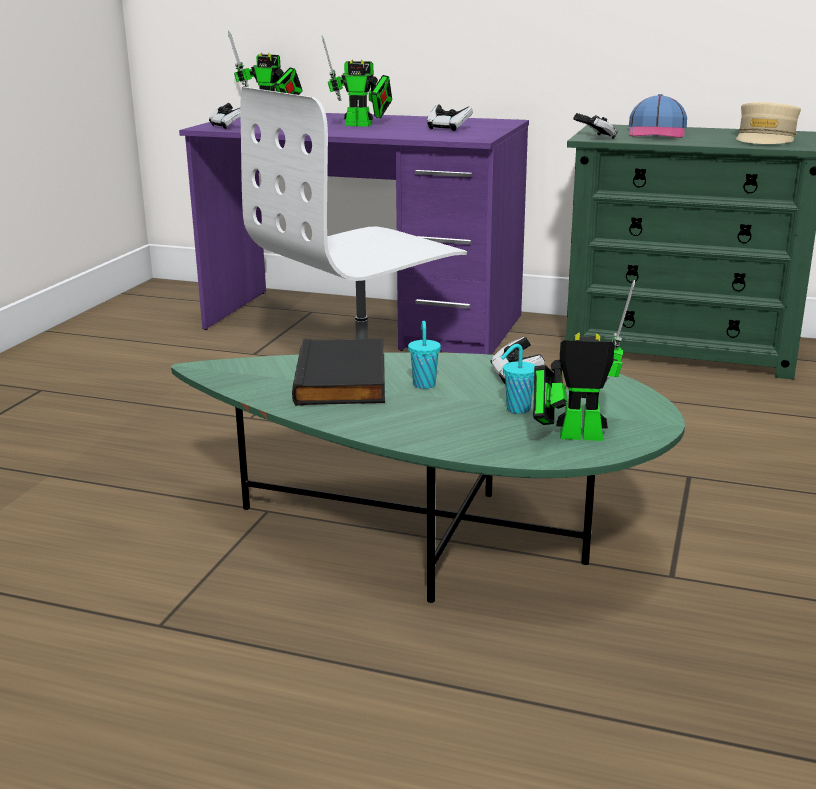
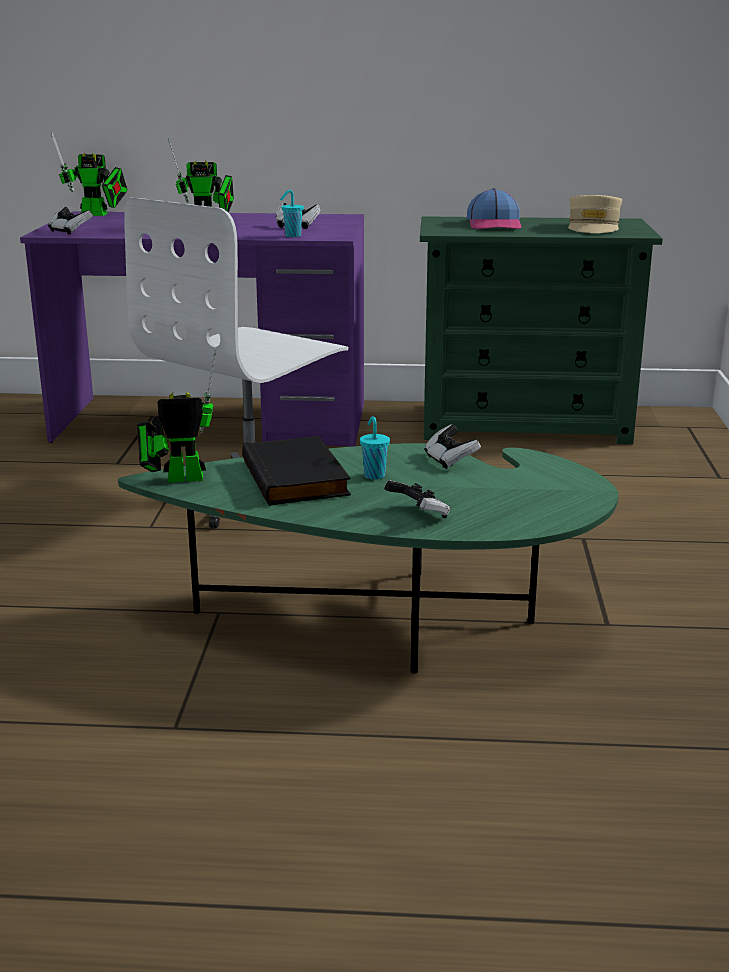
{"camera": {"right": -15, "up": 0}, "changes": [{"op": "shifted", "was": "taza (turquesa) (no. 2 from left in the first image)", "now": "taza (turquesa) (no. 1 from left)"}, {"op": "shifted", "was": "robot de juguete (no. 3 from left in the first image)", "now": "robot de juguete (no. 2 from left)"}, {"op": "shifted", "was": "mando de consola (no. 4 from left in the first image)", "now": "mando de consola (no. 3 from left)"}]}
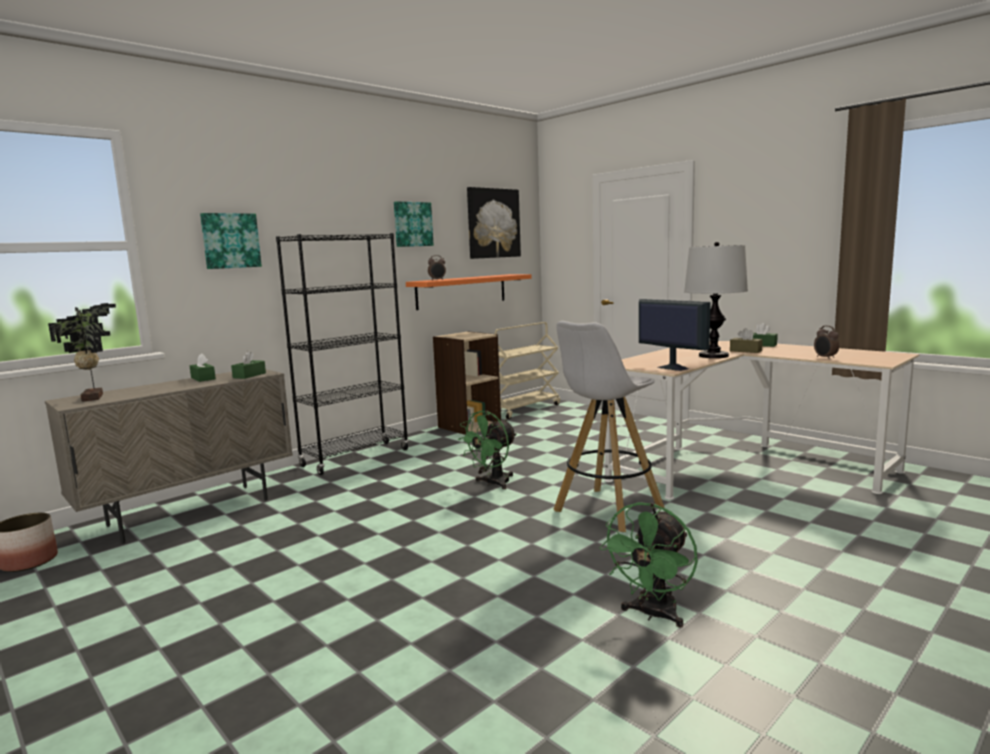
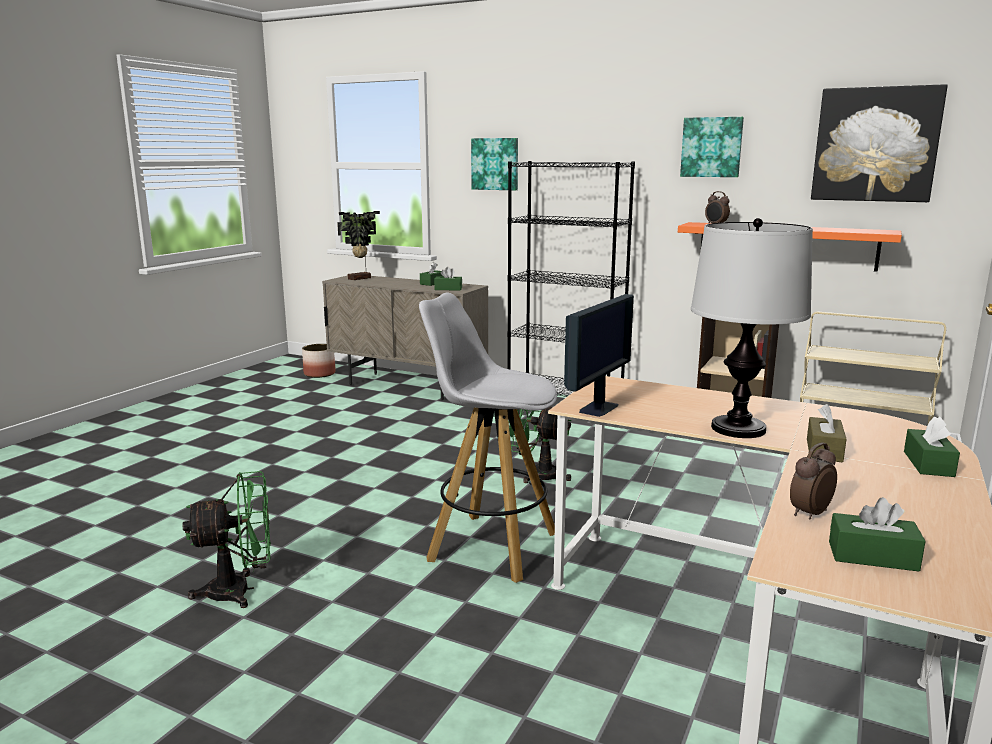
{"camera": {"right": 70, "up": 5}, "changes": [{"op": "new", "now": "caja de pañuelos (verde) (no. 3 from left)"}, {"op": "rotated", "was": "ventilador (verde) (no. 2 from left in the first image)", "clockwise": 150}]}
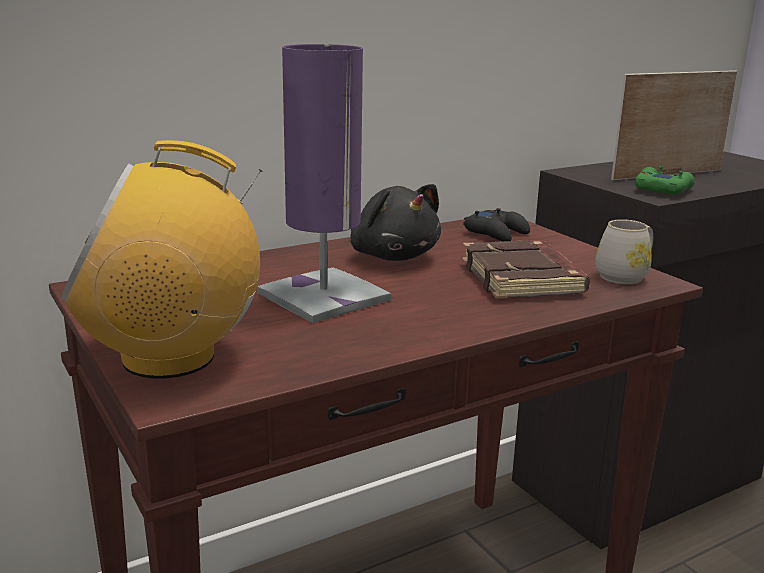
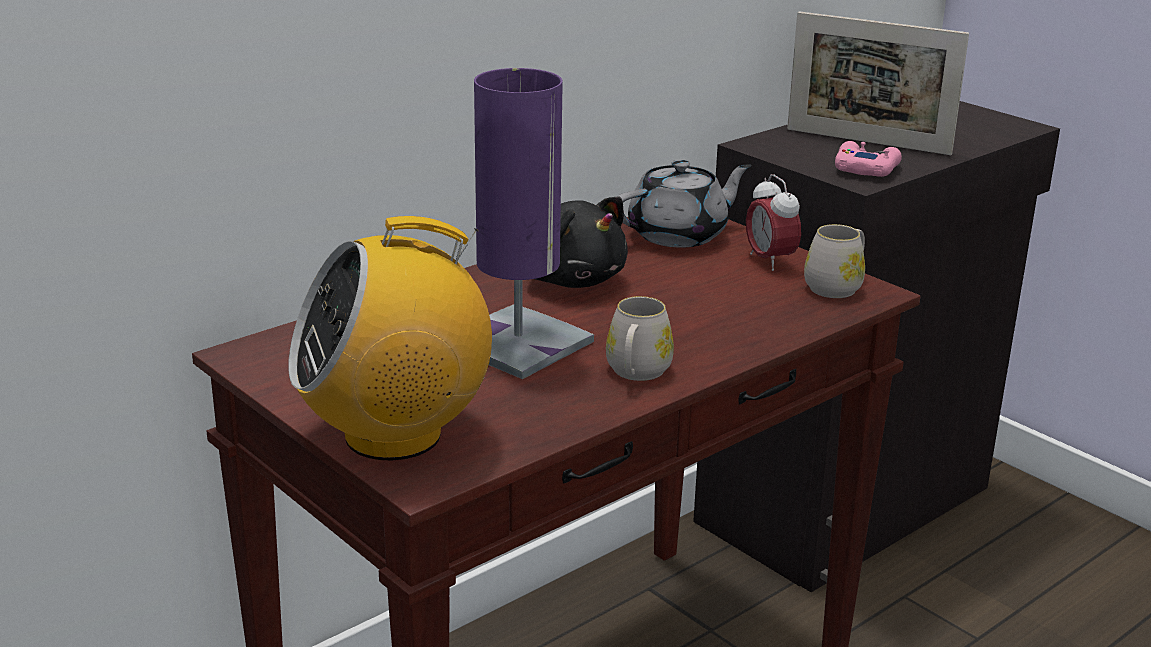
{"camera": {"right": -10, "up": 5}, "changes": [{"op": "gone", "was": "libro (marrón)"}, {"op": "new", "now": "taza grande (blanco) (no. 1 from left)"}, {"op": "new", "now": "despertador"}, {"op": "swapped", "was": "mando de consola (negro)", "now": "tetera (gris)"}, {"op": "repainted", "was": "mando de consola (verde)", "now": "mando de consola (rosa)"}, {"op": "rotated", "was": "portarretratos", "clockwise": -120}]}
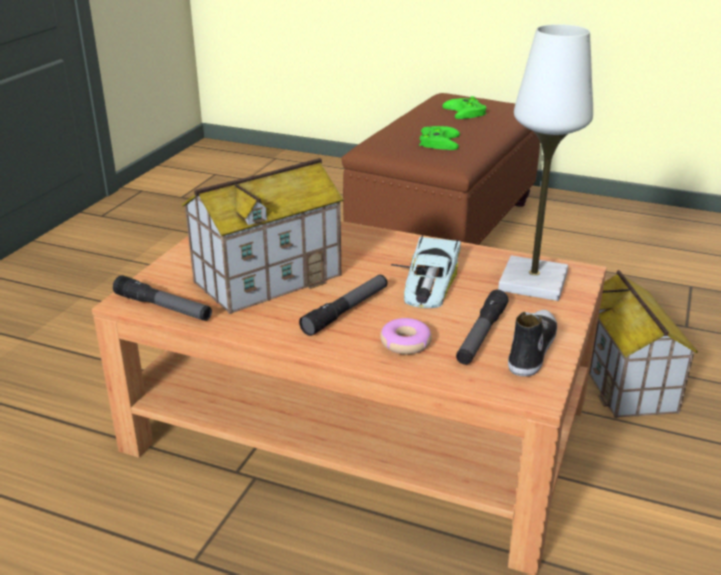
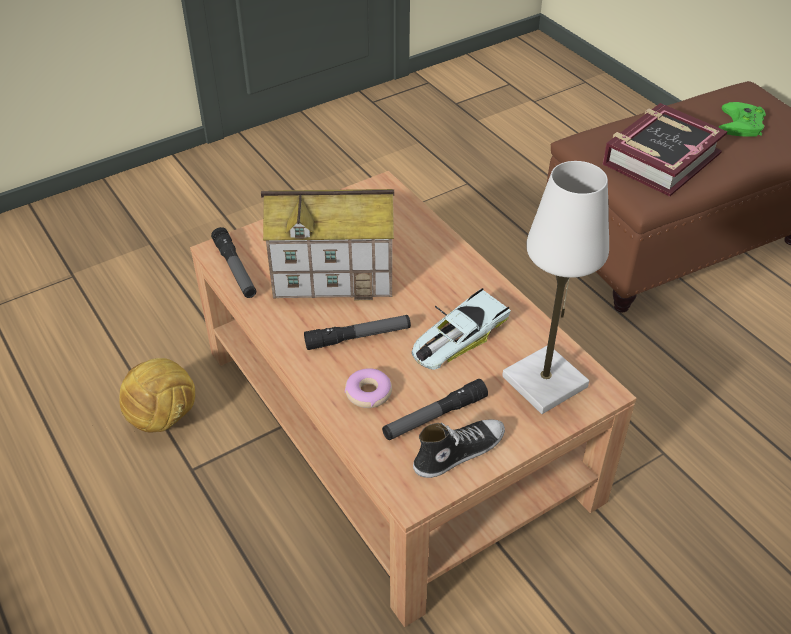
{"camera": {"right": 35, "up": 15}, "changes": [{"op": "gone", "was": "casita (no. 2 from left)"}, {"op": "new", "now": "balón de fútbol"}, {"op": "swapped", "was": "mando de consola (verde) (no. 1 from left)", "now": "libro"}]}
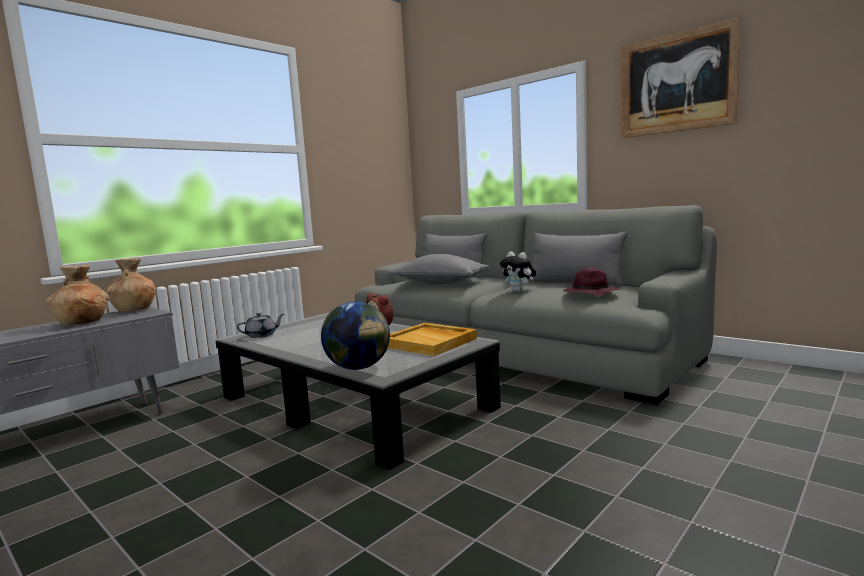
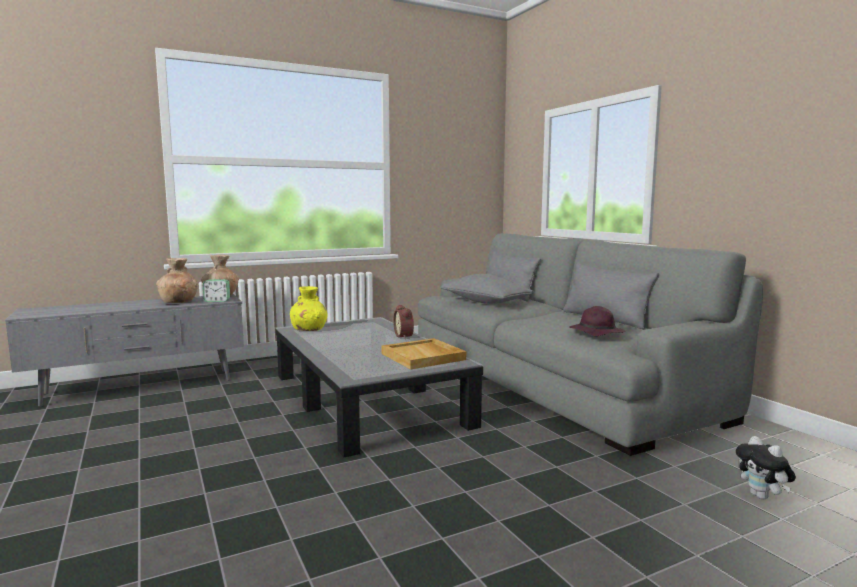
{"camera": {"right": 20, "up": 0}, "changes": [{"op": "gone", "was": "globo terráqueo"}, {"op": "gone", "was": "cuadro"}, {"op": "new", "now": "despertador (no. 1 from left)"}, {"op": "shifted", "was": "peluche"}, {"op": "swapped", "was": "tetera (gris)", "now": "florero (amarillo)"}]}
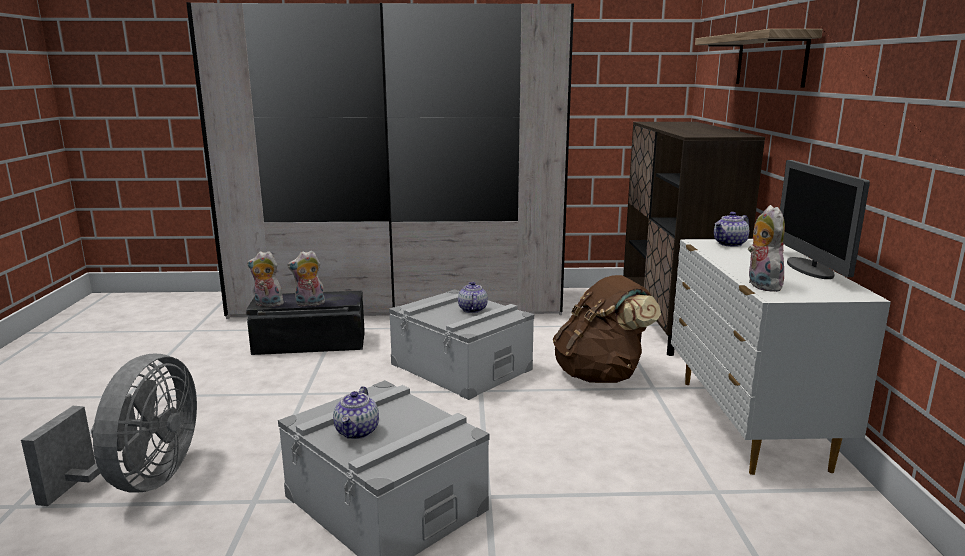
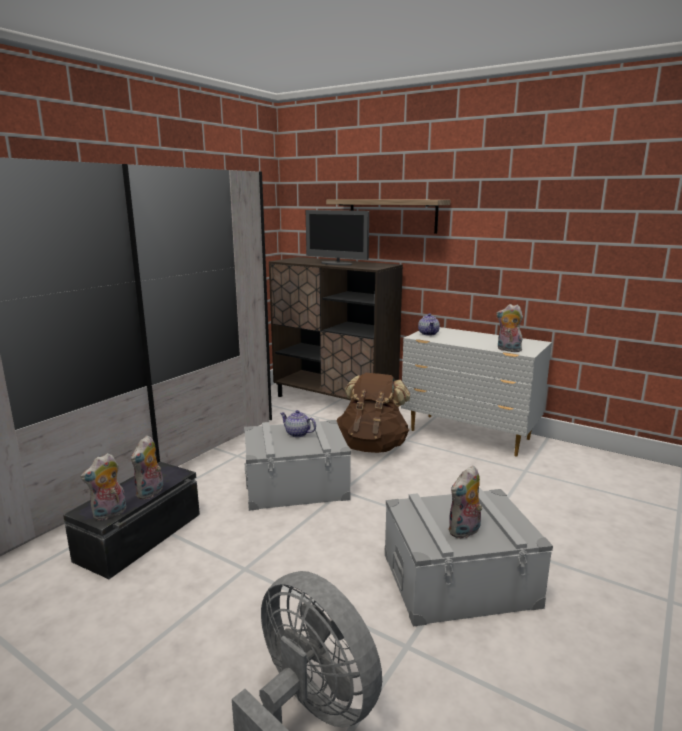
{"camera": {"right": -55, "up": 0}, "changes": [{"op": "shifted", "was": "monitor"}, {"op": "swapped", "was": "tetera (no. 1 from left)", "now": "peluche (no. 3 from left)"}]}
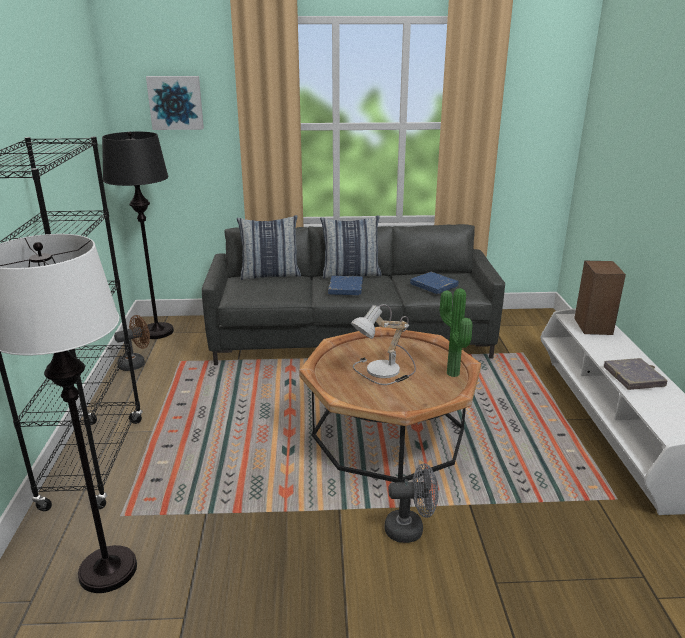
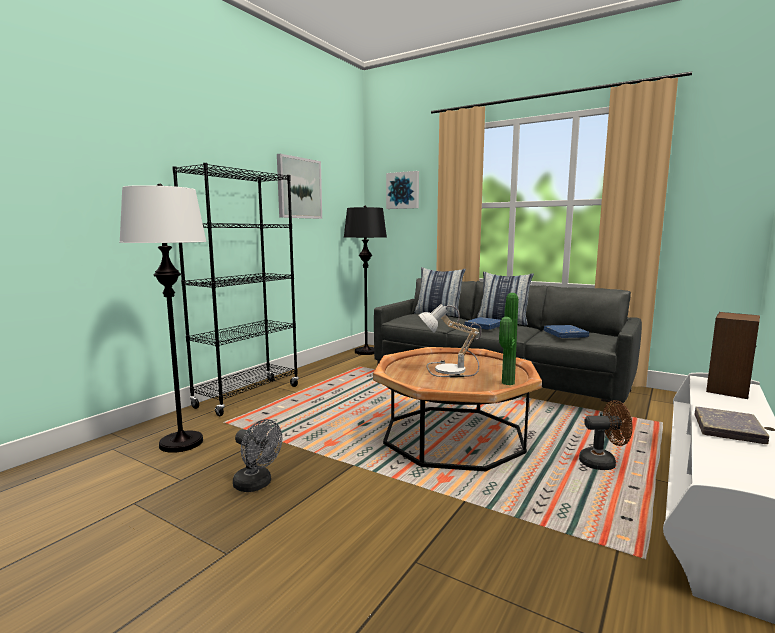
{"camera": {"right": 35, "up": -15}, "changes": [{"op": "new", "now": "cuadro (no. 1 from left)"}, {"op": "shifted", "was": "ventilador (marrón)"}, {"op": "shifted", "was": "ventilador (gris)"}]}
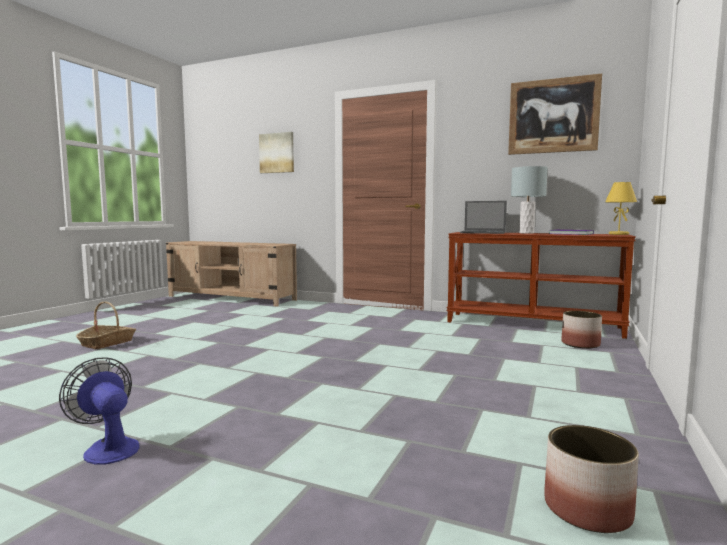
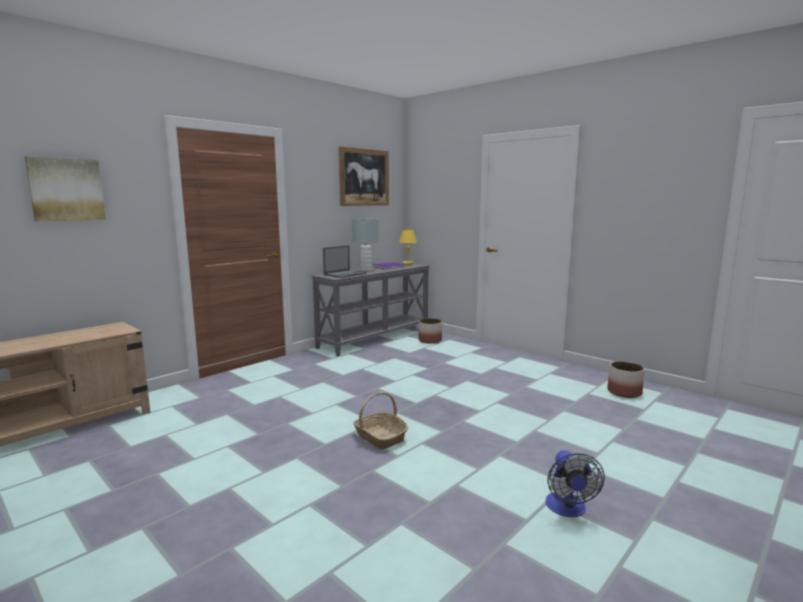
{"camera": {"right": -70, "up": 5}, "changes": [{"op": "shifted", "was": "cesta"}, {"op": "repainted", "was": "mesa consola (marrón)", "now": "mesa consola (gris)"}, {"op": "rotated", "was": "ventilador", "clockwise": -60}]}
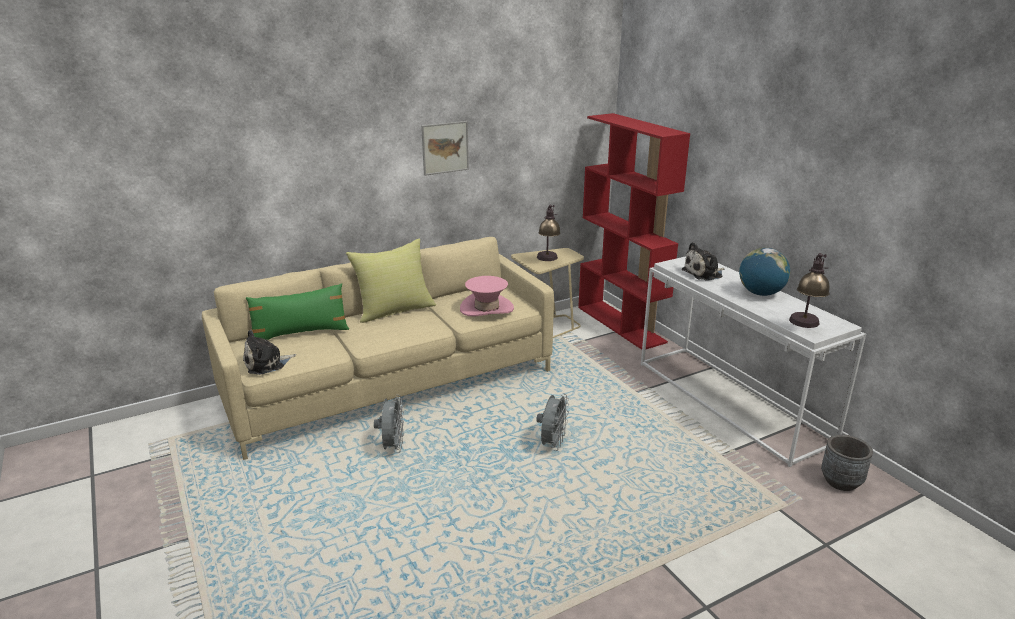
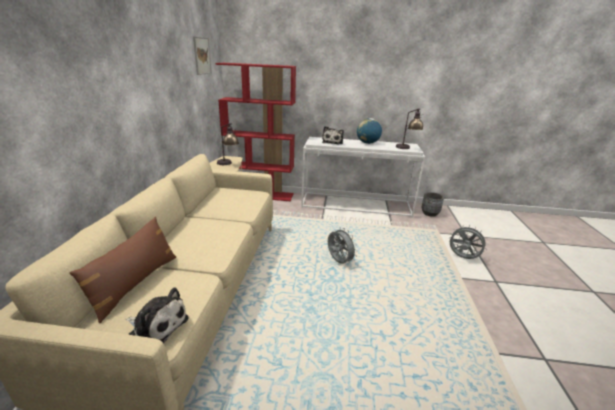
{"camera": {"right": -55, "up": 0}, "changes": [{"op": "gone", "was": "cojín (amarillo)"}, {"op": "gone", "was": "sombrero (rosa)"}, {"op": "shifted", "was": "ventilador (gris) (no. 1 from left in the first image)", "now": "ventilador (gris) (no. 2 from left)"}, {"op": "shifted", "was": "cuadro"}, {"op": "repainted", "was": "cojín (verde)", "now": "cojín (marrón)"}, {"op": "rotated", "was": "peluche (no. 1 from left)", "clockwise": -75}]}
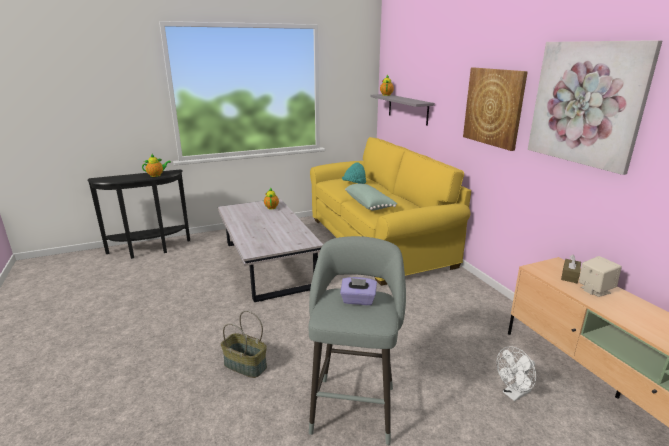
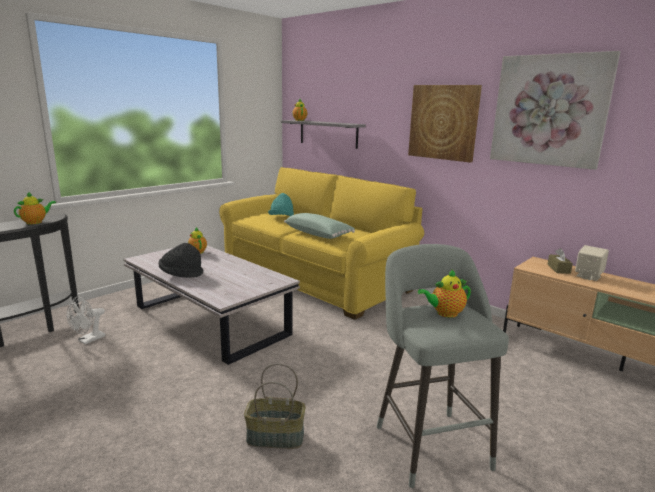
{"camera": {"right": -25, "up": -5}, "changes": [{"op": "new", "now": "sombrero (negro)"}, {"op": "shifted", "was": "ventilador (blanco)"}, {"op": "swapped", "was": "caja de pañuelos (morado)", "now": "tetera (no. 4 from left)"}]}
